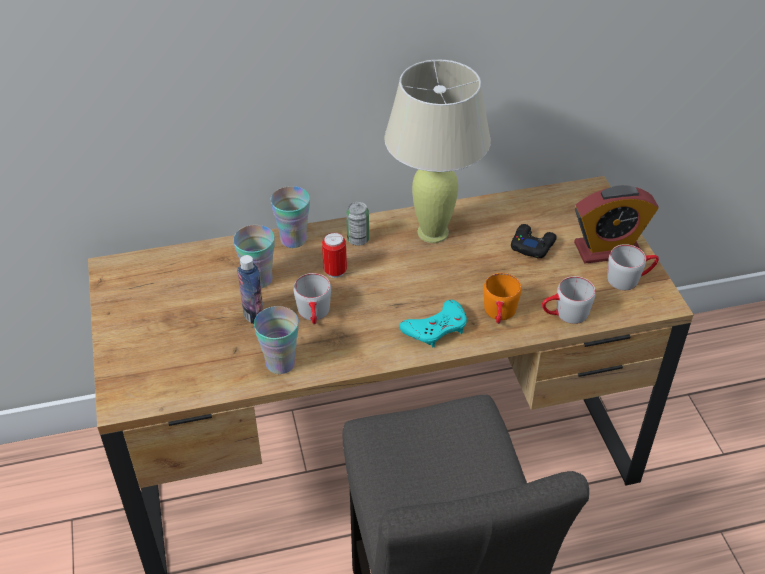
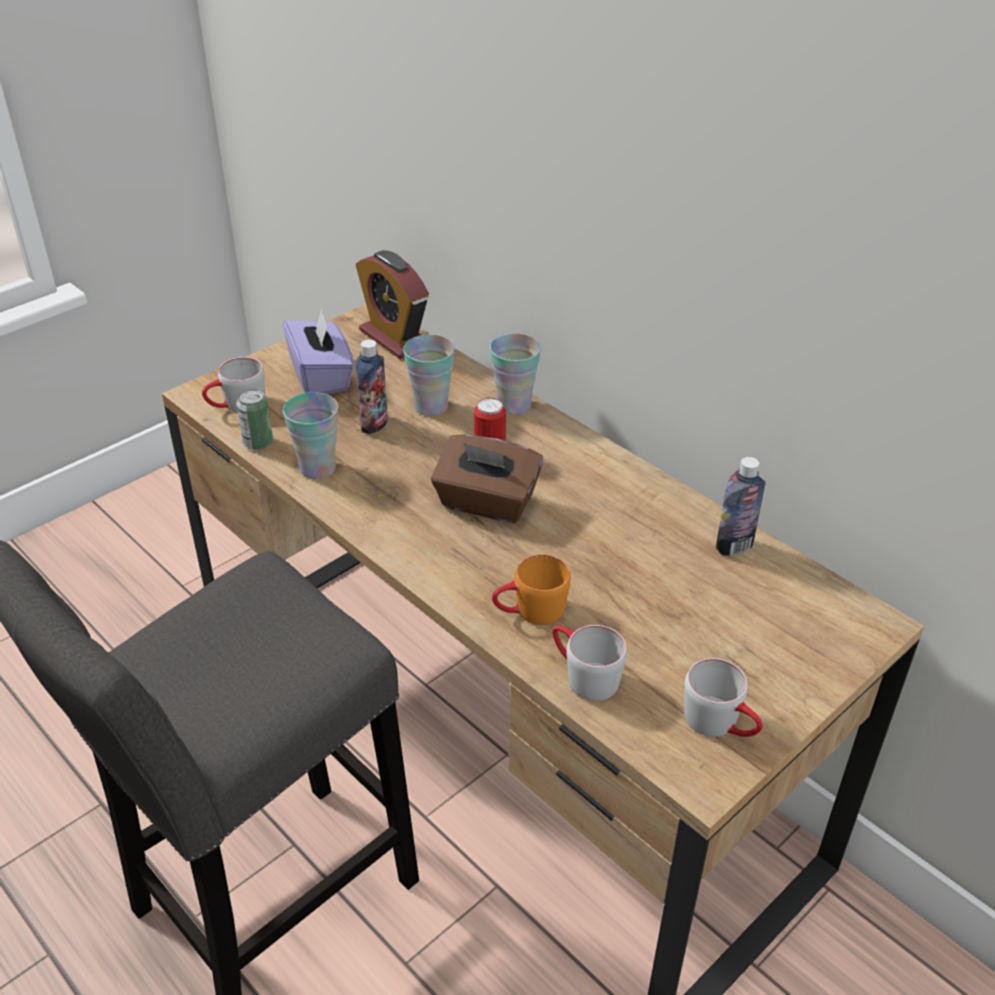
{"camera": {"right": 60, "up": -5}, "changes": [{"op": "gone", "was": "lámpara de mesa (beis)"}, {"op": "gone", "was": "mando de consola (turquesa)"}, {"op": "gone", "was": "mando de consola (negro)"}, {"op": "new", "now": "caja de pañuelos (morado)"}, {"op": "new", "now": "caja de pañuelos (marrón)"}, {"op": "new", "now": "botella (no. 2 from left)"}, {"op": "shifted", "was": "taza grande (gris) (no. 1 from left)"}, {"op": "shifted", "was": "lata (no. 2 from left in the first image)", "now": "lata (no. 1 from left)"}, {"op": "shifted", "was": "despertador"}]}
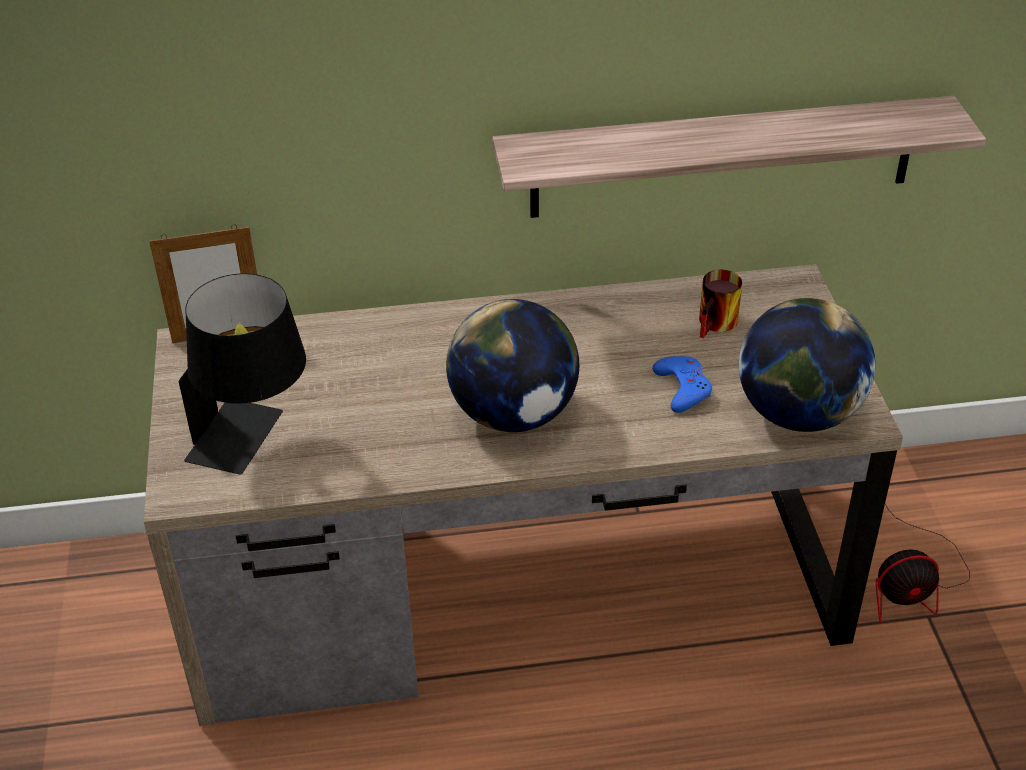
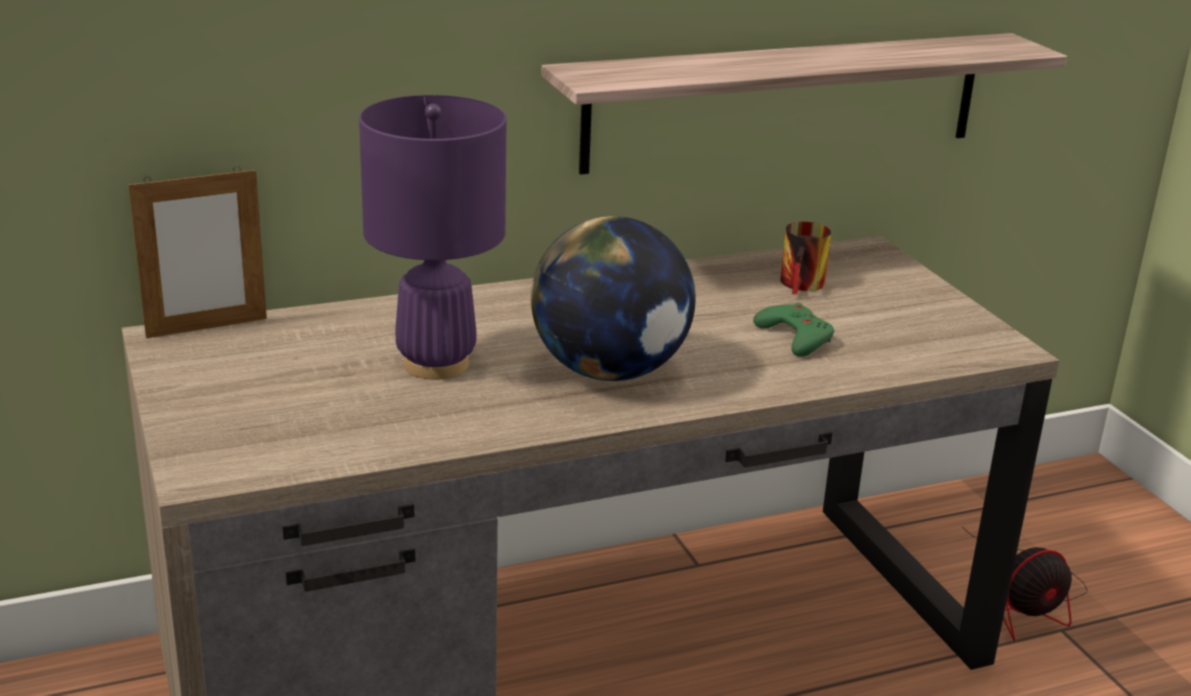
{"camera": {"right": -15, "up": -15}, "changes": [{"op": "gone", "was": "lámpara de mesa (negro)"}, {"op": "gone", "was": "globo terráqueo (no. 2 from left)"}, {"op": "new", "now": "lámpara de mesa (morado)"}, {"op": "repainted", "was": "mando de consola (azul)", "now": "mando de consola (verde)"}]}
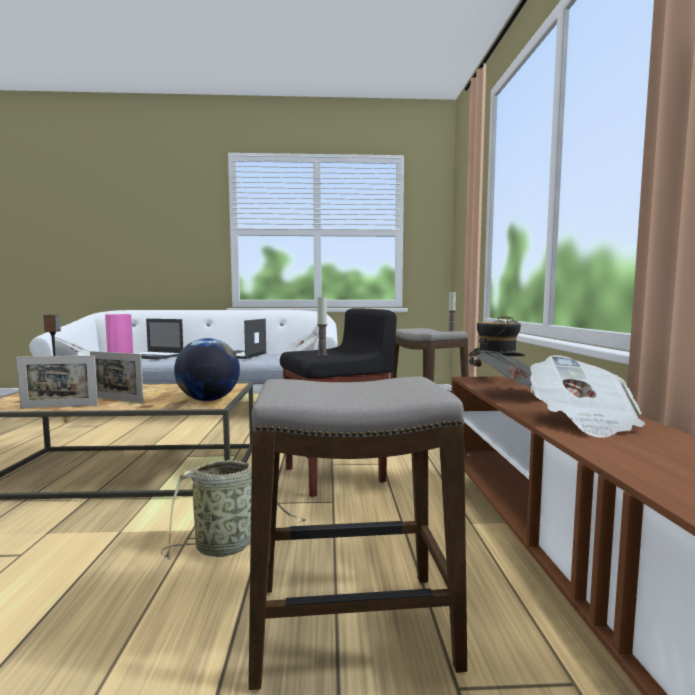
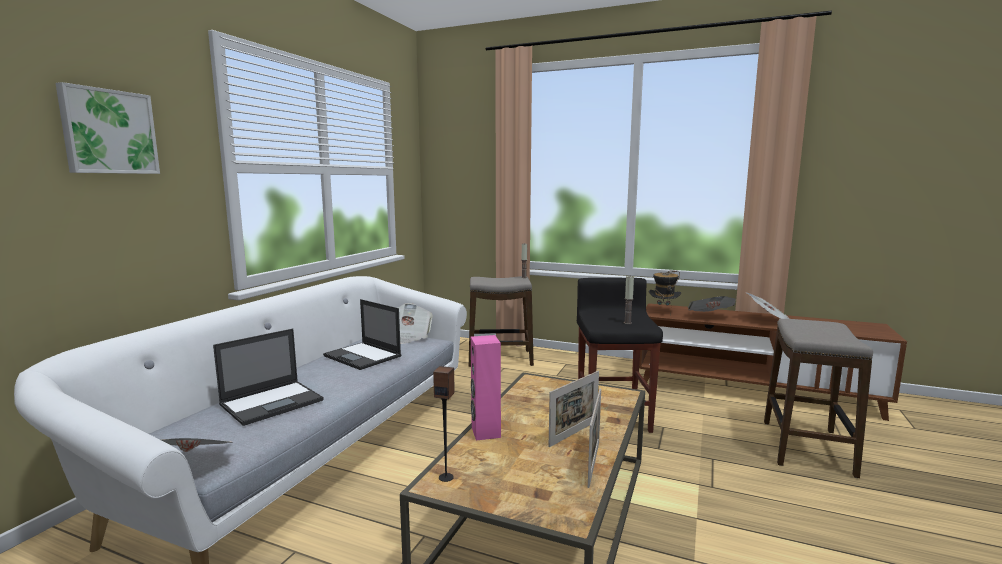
{"camera": {"right": -65, "up": 5}, "changes": [{"op": "gone", "was": "cesta"}, {"op": "gone", "was": "globo terráqueo"}, {"op": "new", "now": "cuadro"}]}
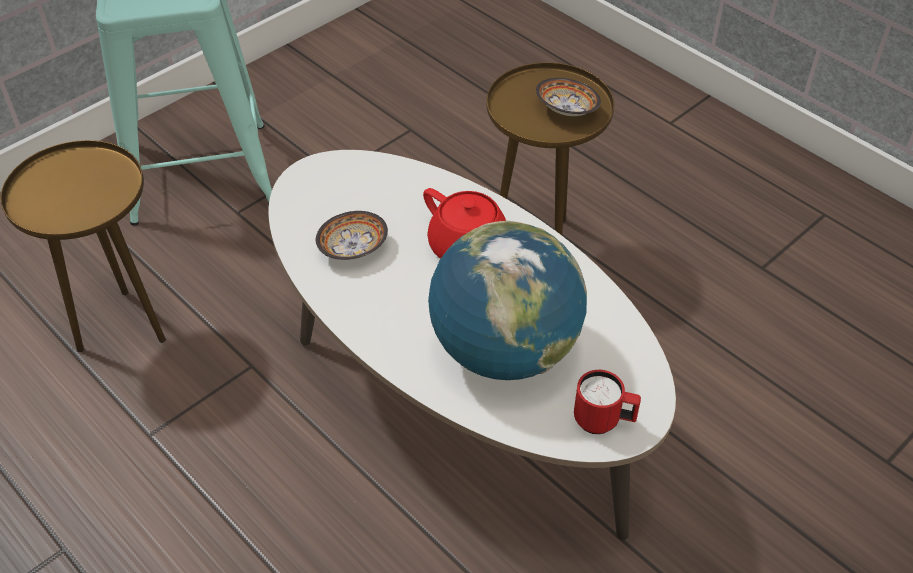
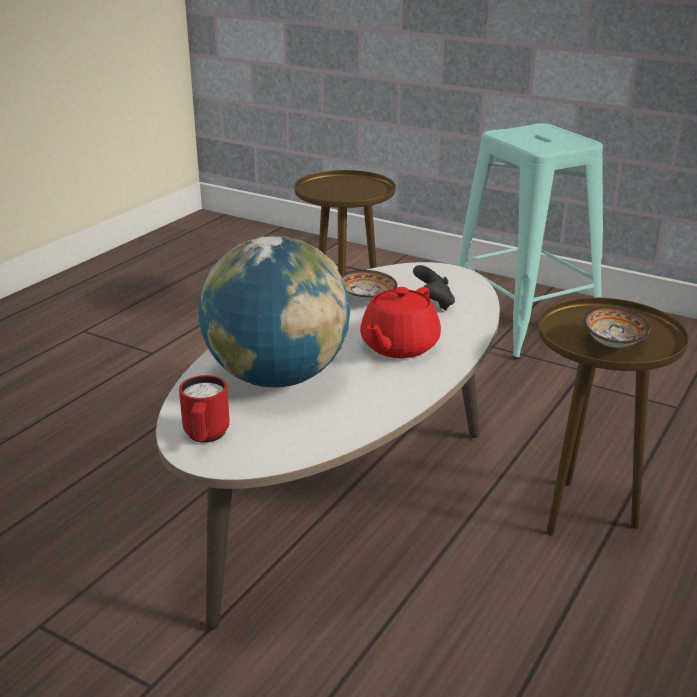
{"camera": {"right": 75, "up": -20}, "changes": [{"op": "new", "now": "mando de consola (negro)"}]}
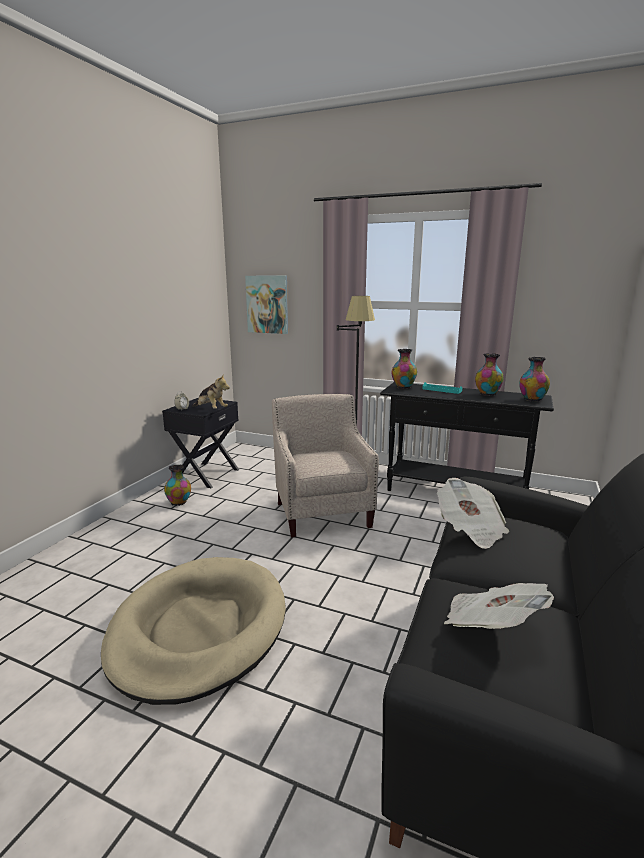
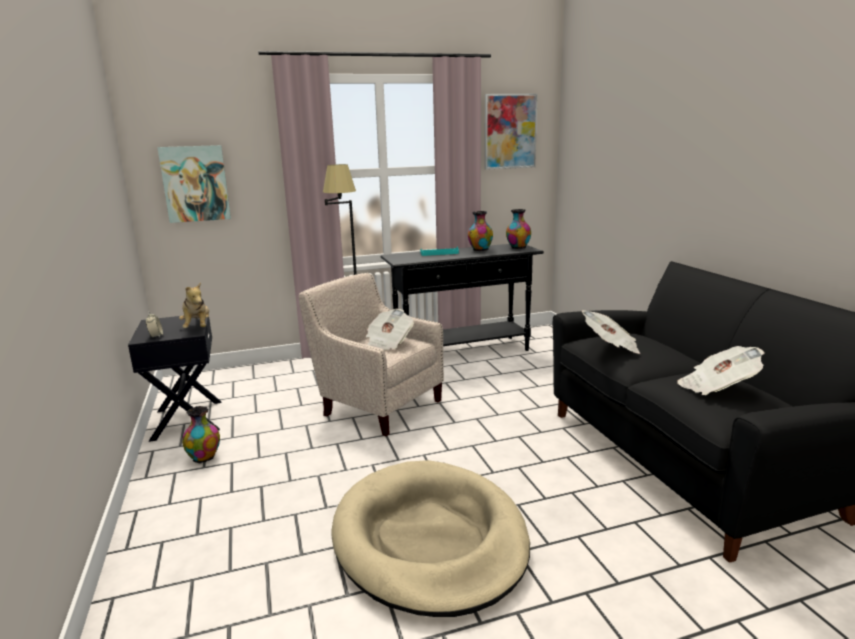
{"camera": {"right": -40, "up": 0}, "changes": [{"op": "gone", "was": "florero (no. 2 from left)"}, {"op": "new", "now": "periódico (no. 1 from left)"}, {"op": "new", "now": "cuadro (no. 2 from left)"}, {"op": "rotated", "was": "peluche", "clockwise": 75}]}
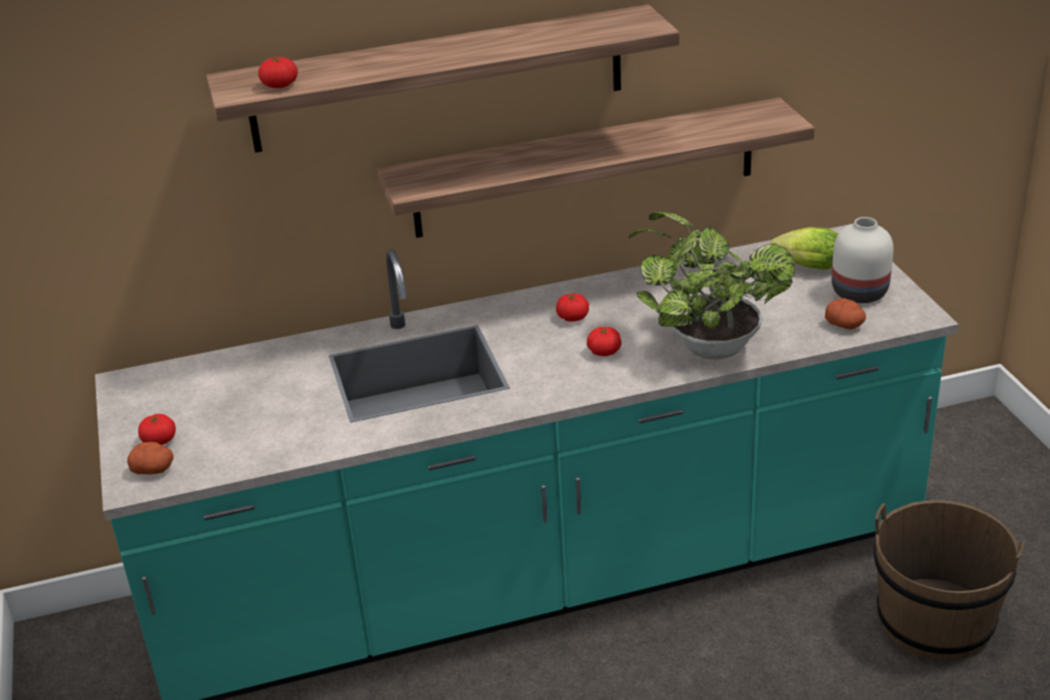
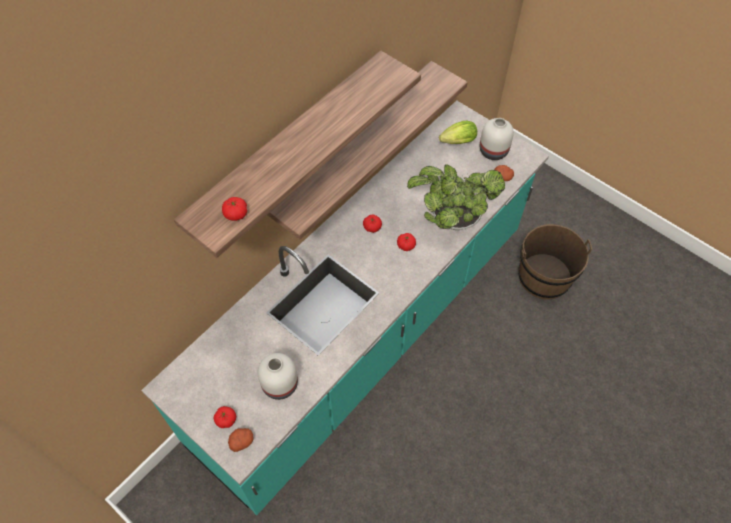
{"camera": {"right": -35, "up": 25}, "changes": [{"op": "new", "now": "florero (blanco) (no. 1 from left)"}]}
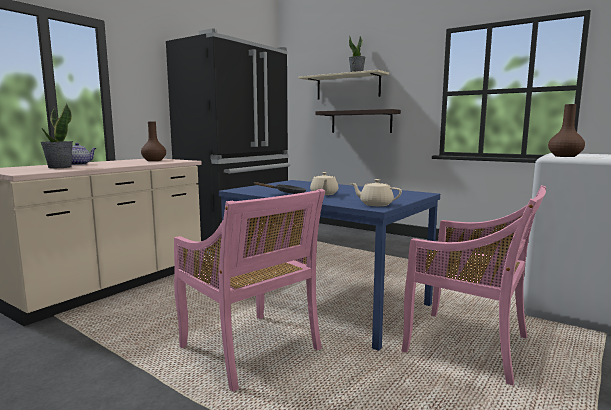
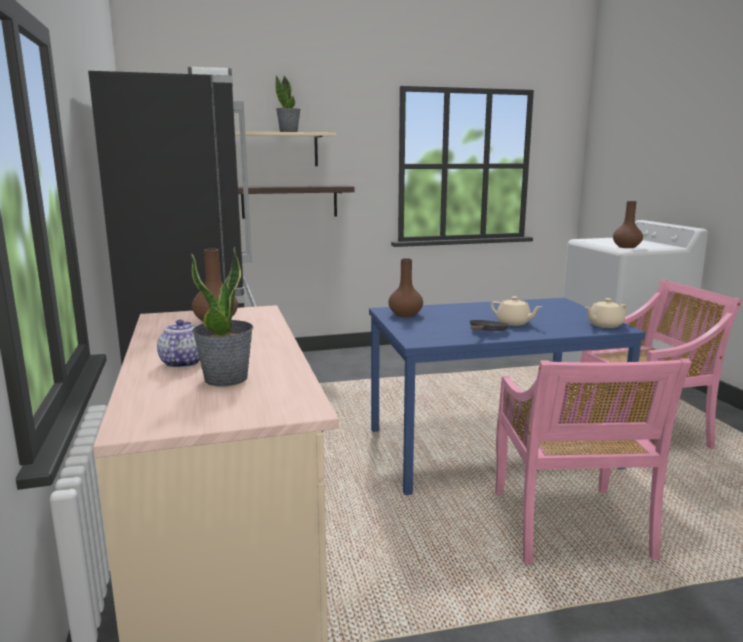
{"camera": {"right": -50, "up": 5}, "changes": [{"op": "new", "now": "florero (marrón) (no. 2 from left)"}, {"op": "rotated", "was": "silla (rosa) (no. 1 from left)", "clockwise": 90}]}
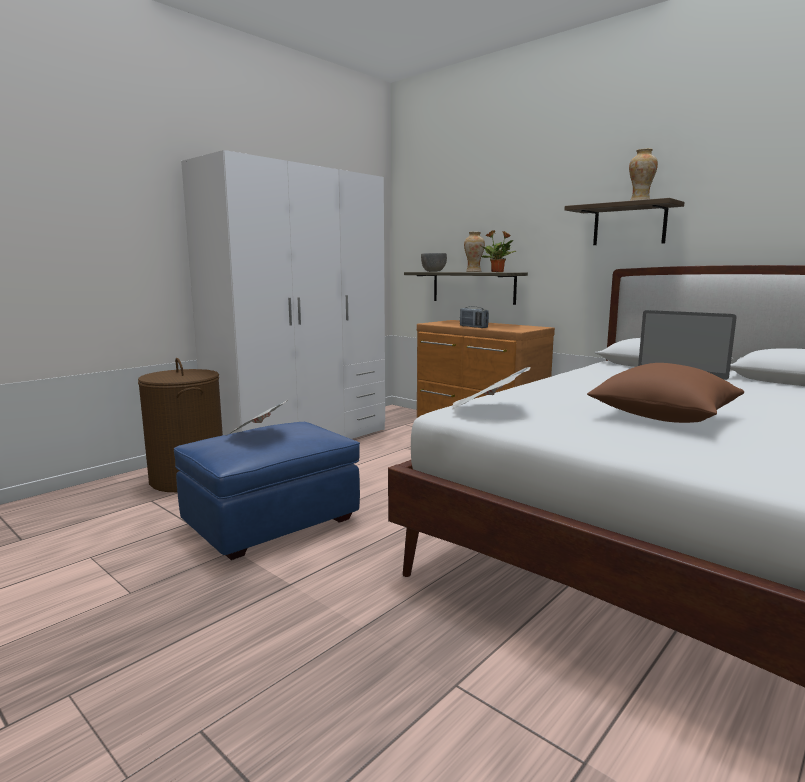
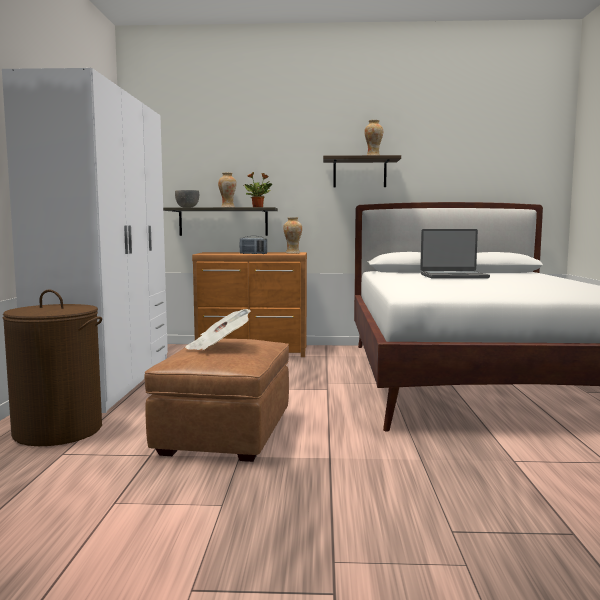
{"camera": {"right": -40, "up": -5}, "changes": [{"op": "gone", "was": "periódico (no. 2 from left)"}, {"op": "gone", "was": "cojín (marrón)"}, {"op": "new", "now": "florero (no. 2 from left)"}, {"op": "repainted", "was": "puf (azul)", "now": "puf (marrón)"}]}
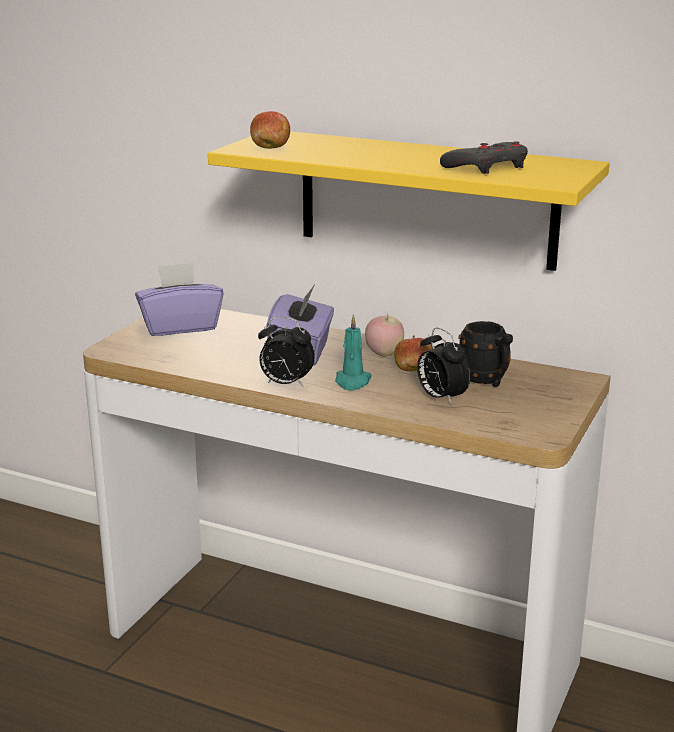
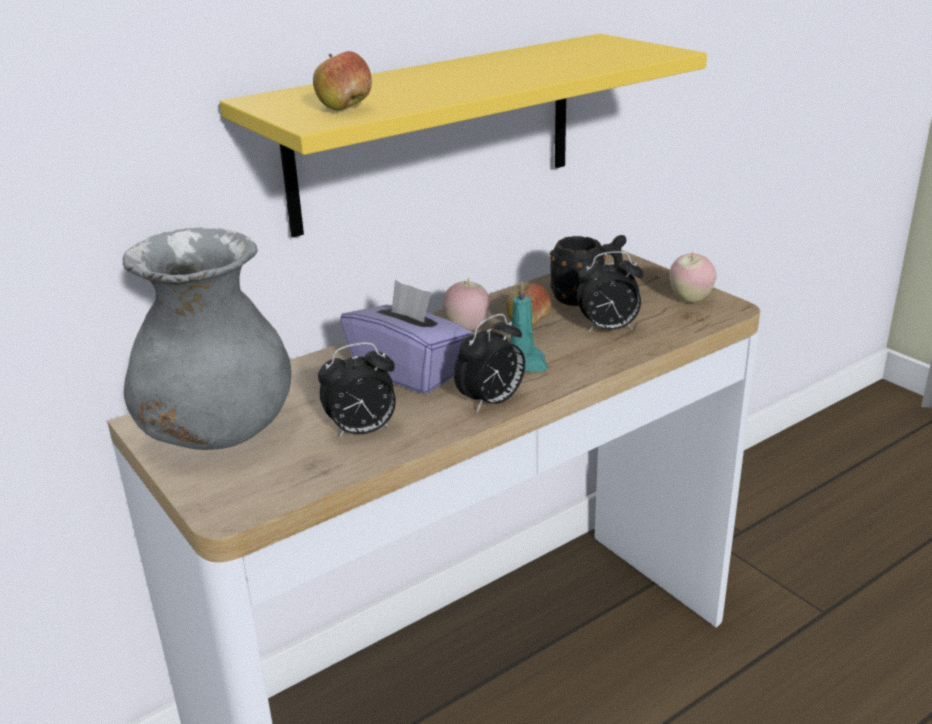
{"camera": {"right": -60, "up": 5}, "changes": [{"op": "gone", "was": "mando de consola (gris)"}, {"op": "new", "now": "despertador (no. 1 from left)"}, {"op": "new", "now": "manzana (no. 4 from left)"}, {"op": "swapped", "was": "caja de pañuelos (morado) (no. 1 from left)", "now": "florero (gris)"}]}
